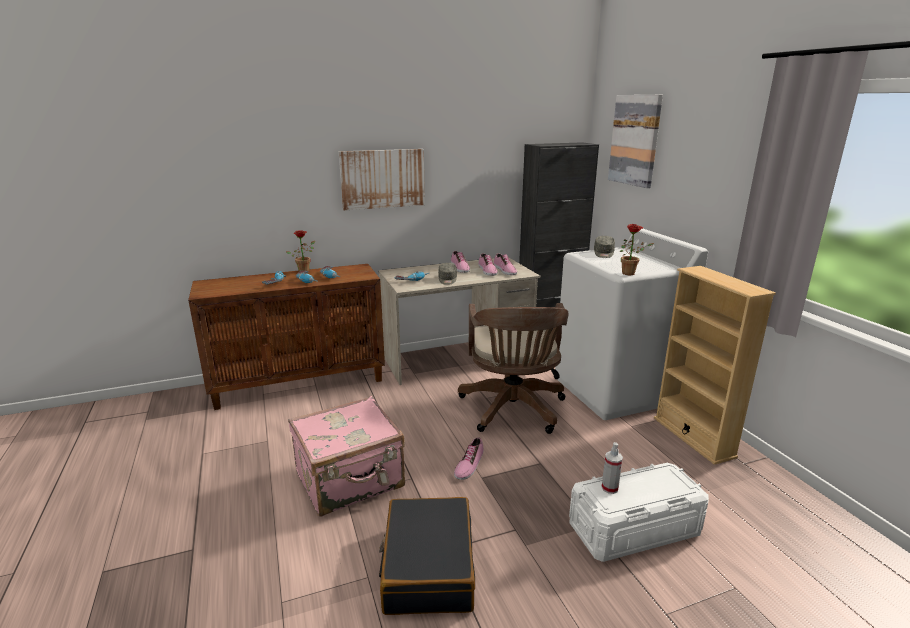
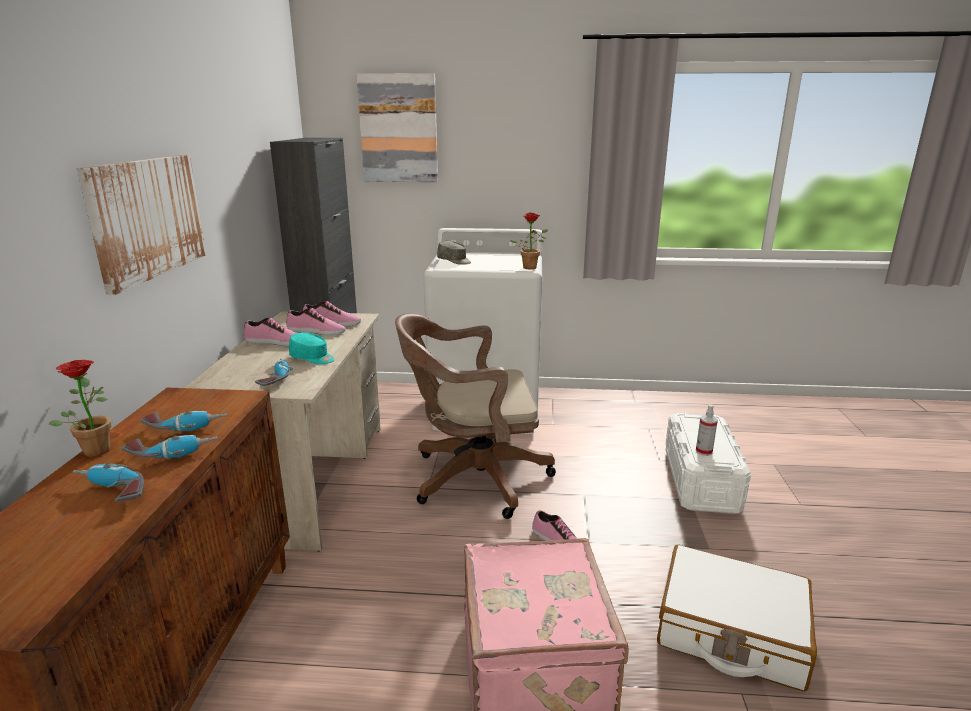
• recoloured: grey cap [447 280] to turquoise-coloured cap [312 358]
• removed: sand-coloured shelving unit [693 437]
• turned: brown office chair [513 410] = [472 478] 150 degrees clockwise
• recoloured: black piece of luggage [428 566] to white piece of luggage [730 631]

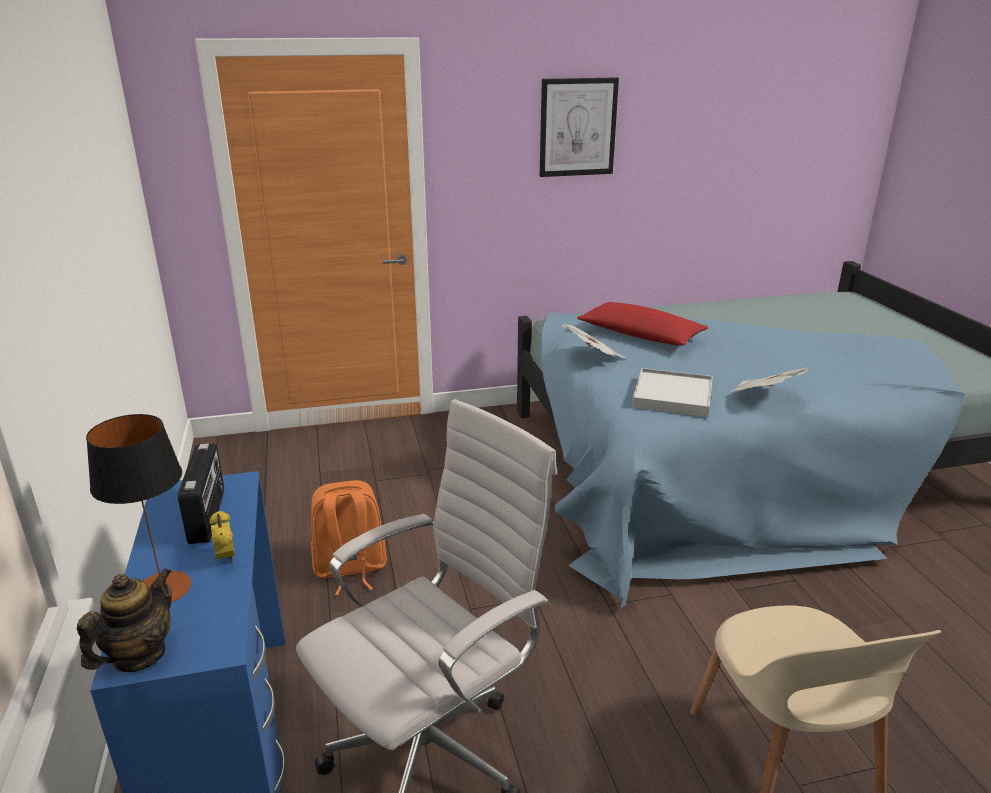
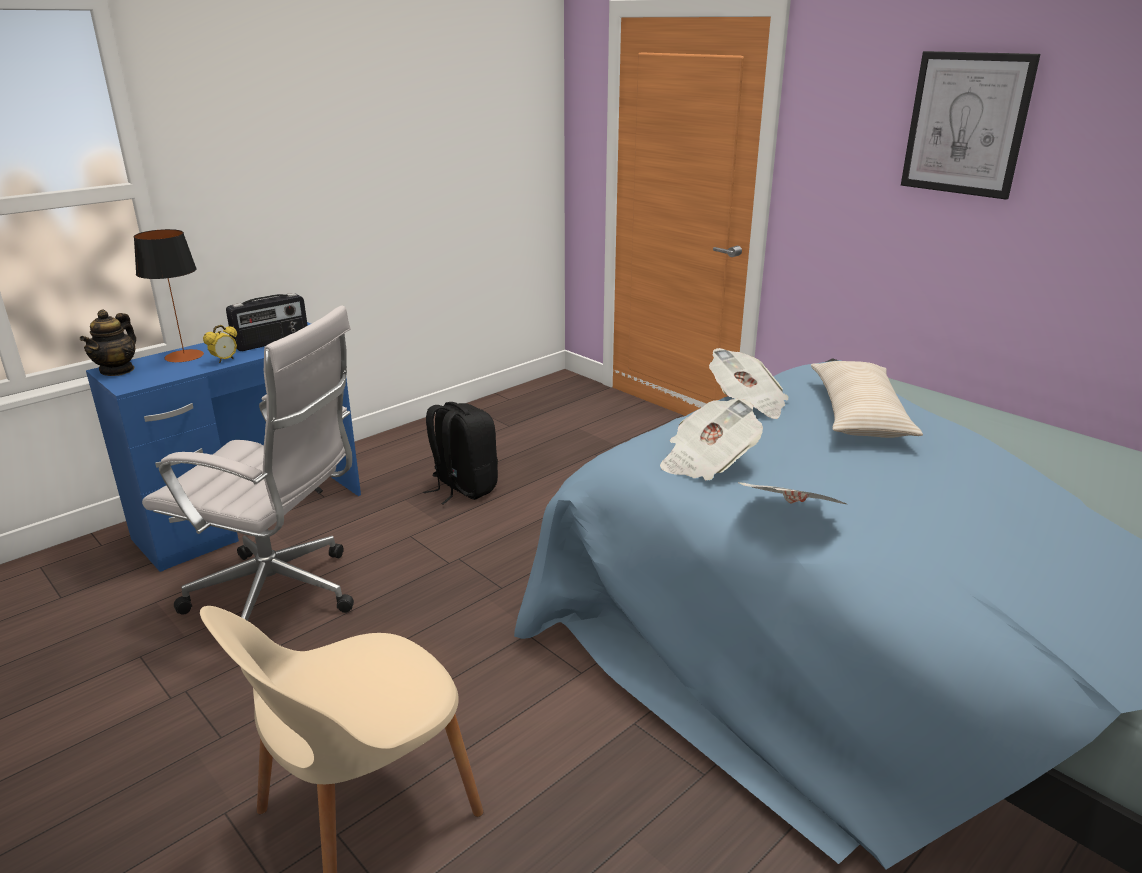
• recoloured: red throw pillow [640 335] to sand-coloured throw pillow [858 414]
• replaced: white tray [673 396] to daily paper [707 462]
• recoloured: orange knapsack [350 569] to black knapsack [463 488]
• turned: teapot [139 655] = [117 370] 105 degrees clockwise

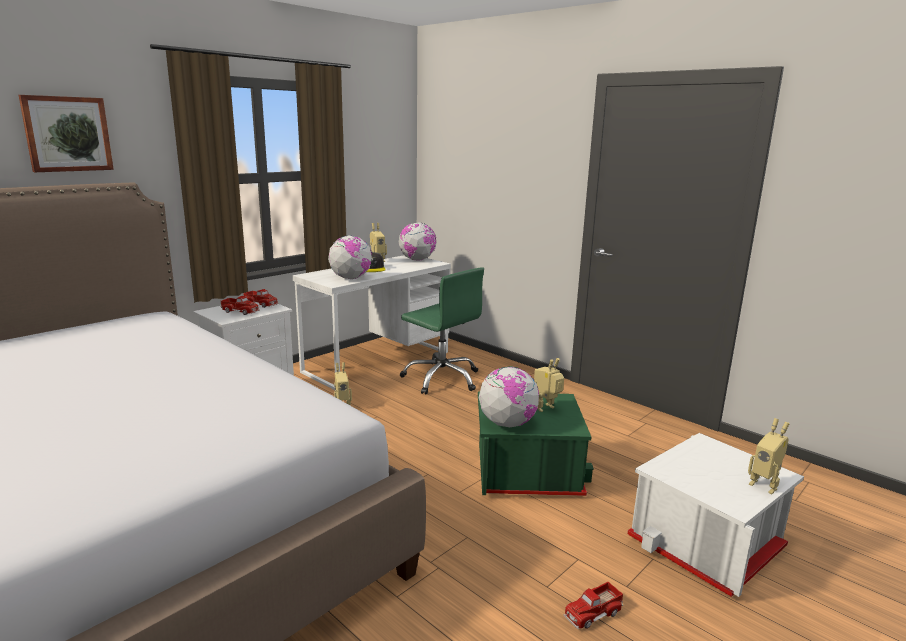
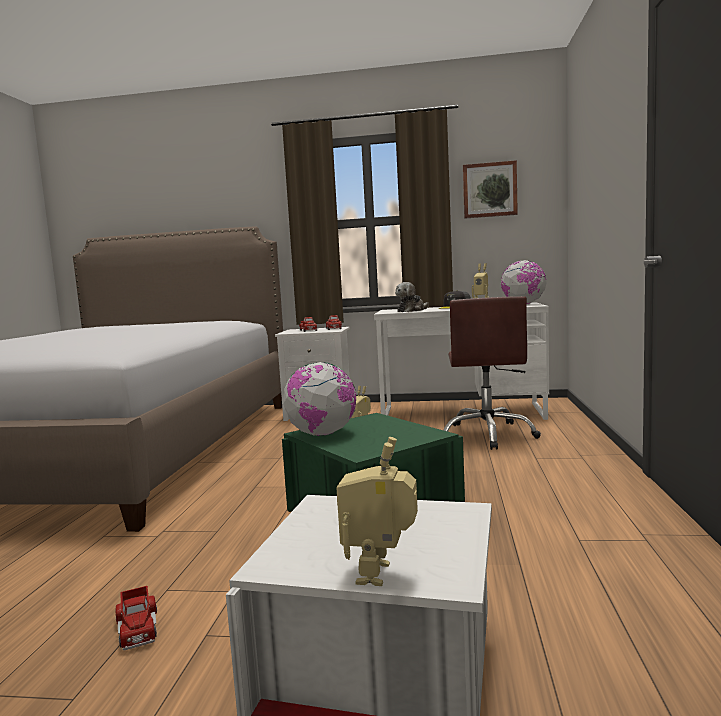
• moved: wall art [67 134] to [489 190]
• replaced: desk globe [351 278] to plush toy [412 311]
• recoloured: green-coloured office chair [442 378] to brown office chair [488 435]
• removed: model robot [546 409]
• turned: model truck [592 612] = [137 627] 135 degrees counterclockwise

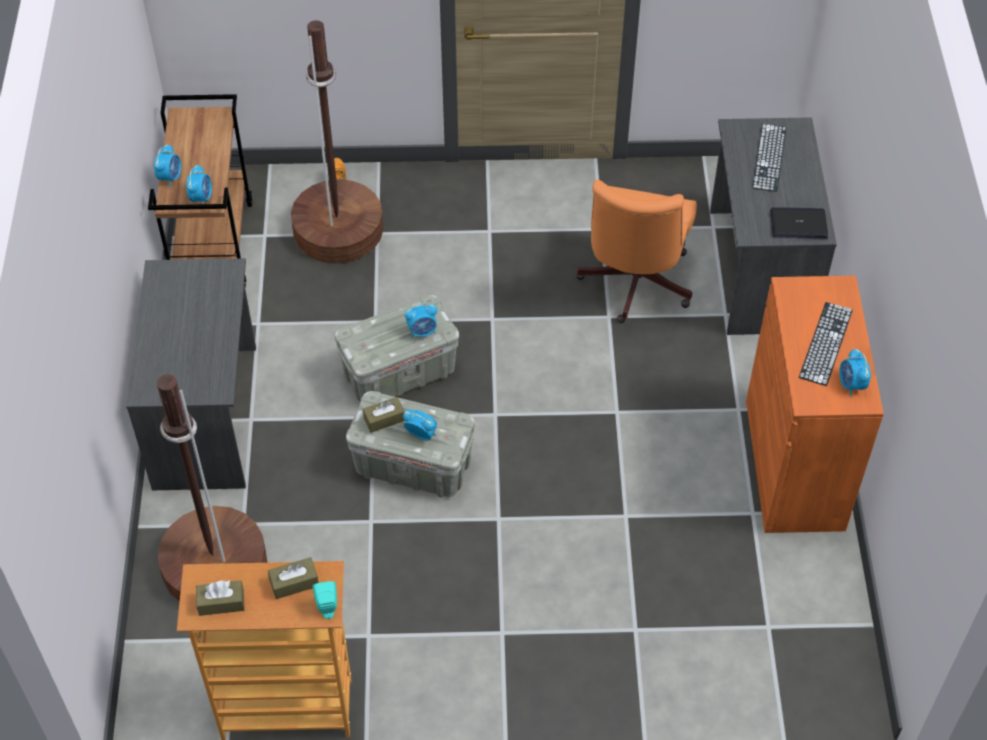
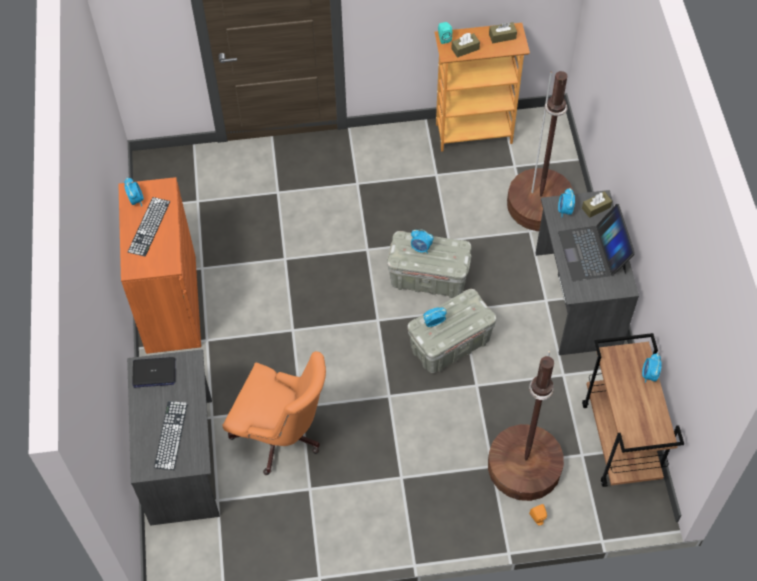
• moved: alarm clock [201 198] to [565 210]
• turned: orange office chair [633 285] = [282 436] 105 degrees clockwise
• moved: brown box of tissues [384 419] to [596 207]
• added: laptop [593 252]

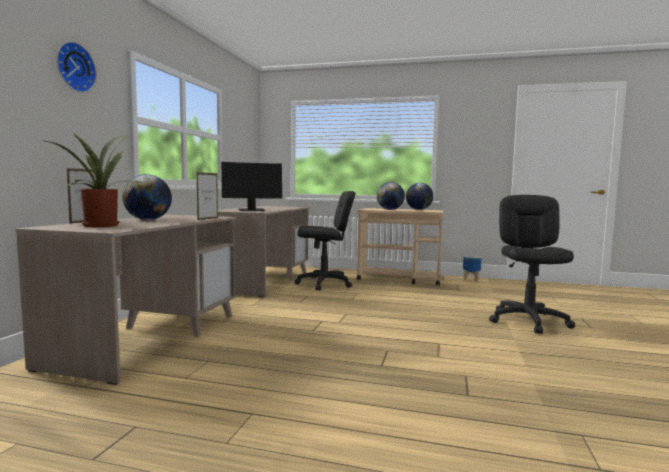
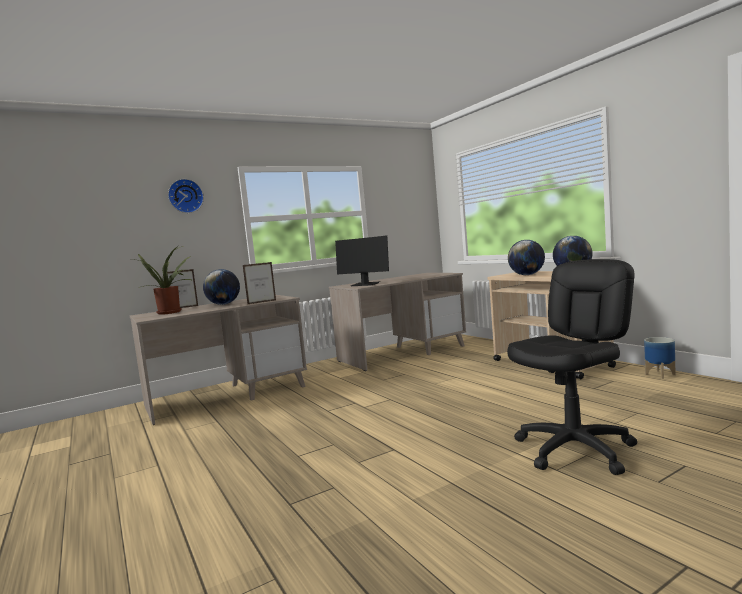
• removed: black office chair [324 283]

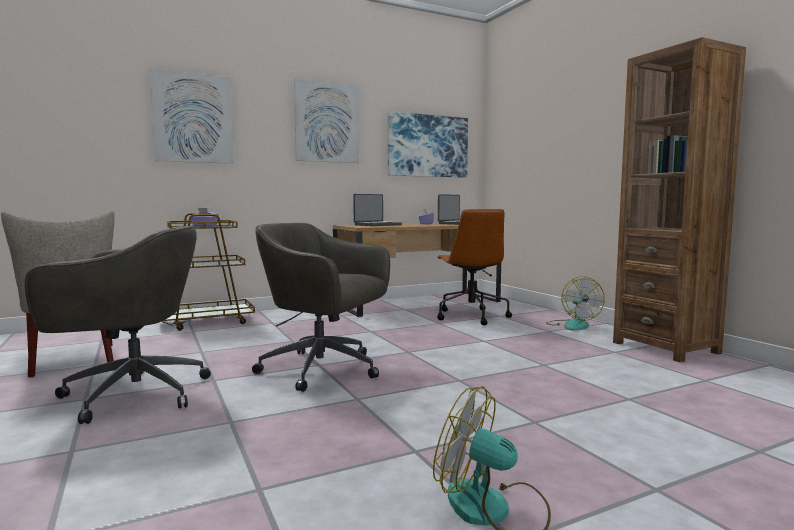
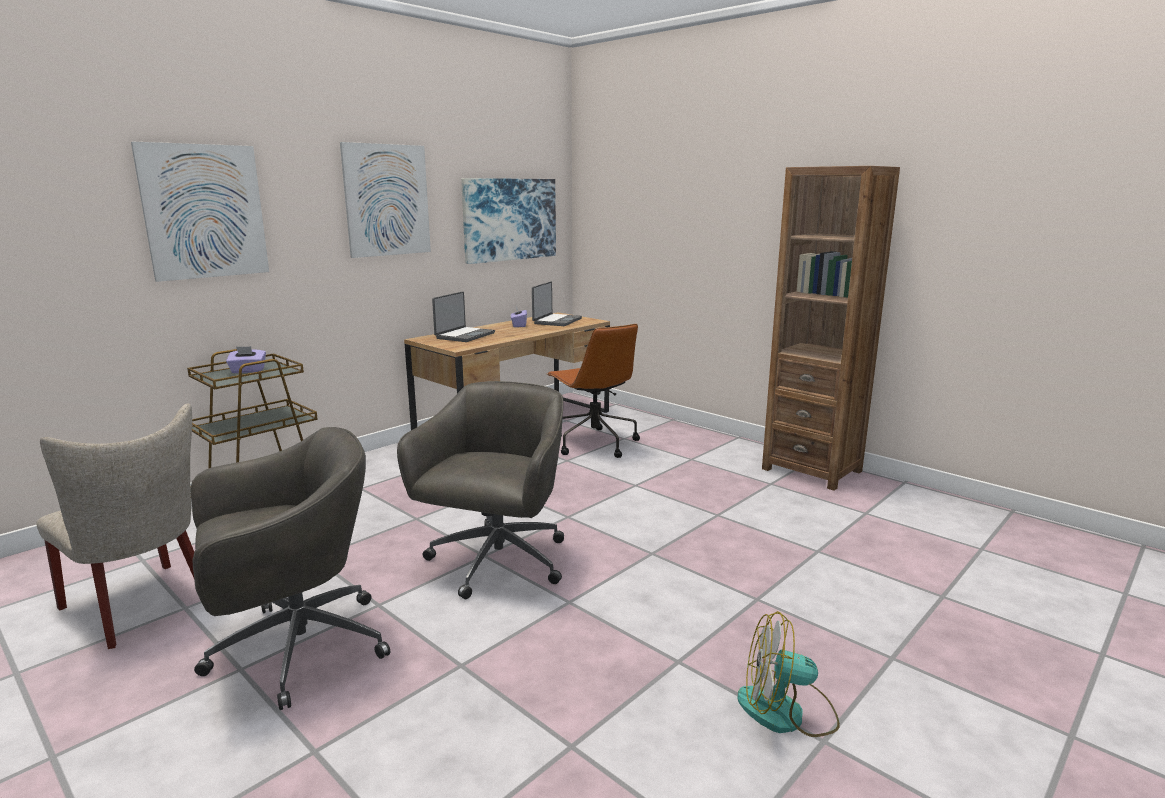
• turned: grey office chair [324 369] = [496 563] 105 degrees clockwise
• removed: cooling fan [573 325]

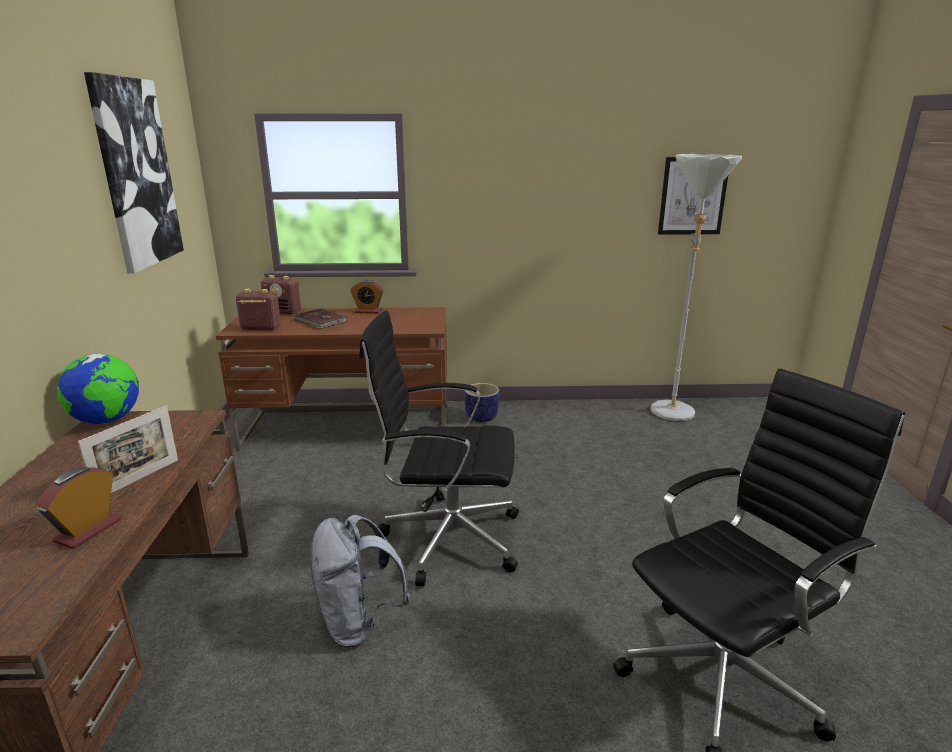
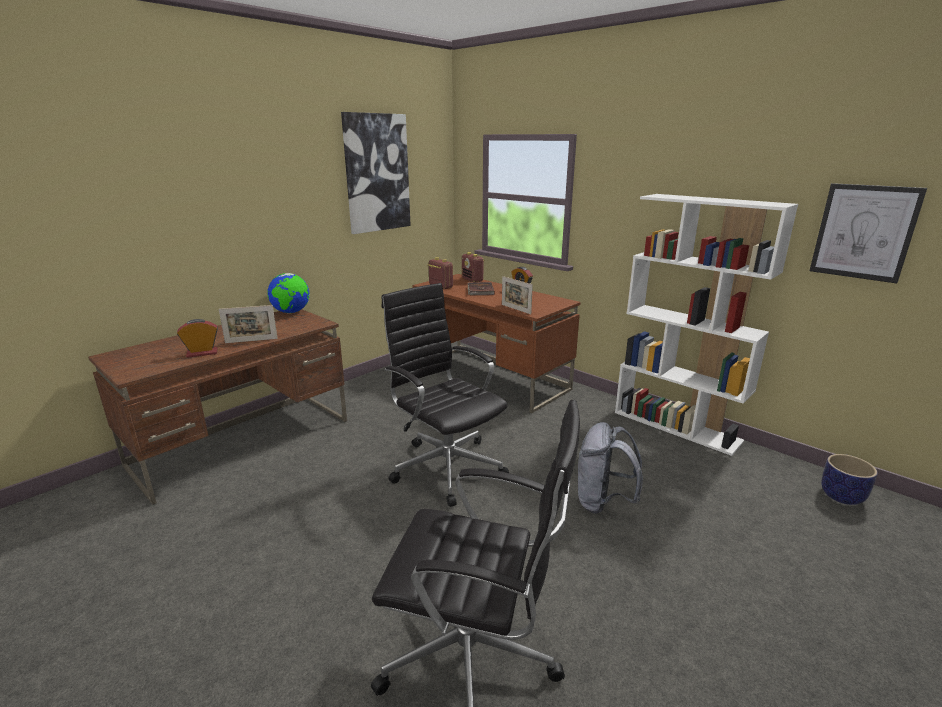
• removed: grey standing lamp [672 416]
• moved: flower pot [481 417] to [841 496]
• moved: grey knapsack [358 623] to [603 502]
• added: white shelving unit [677 426]
• added: photo frame [516 309]

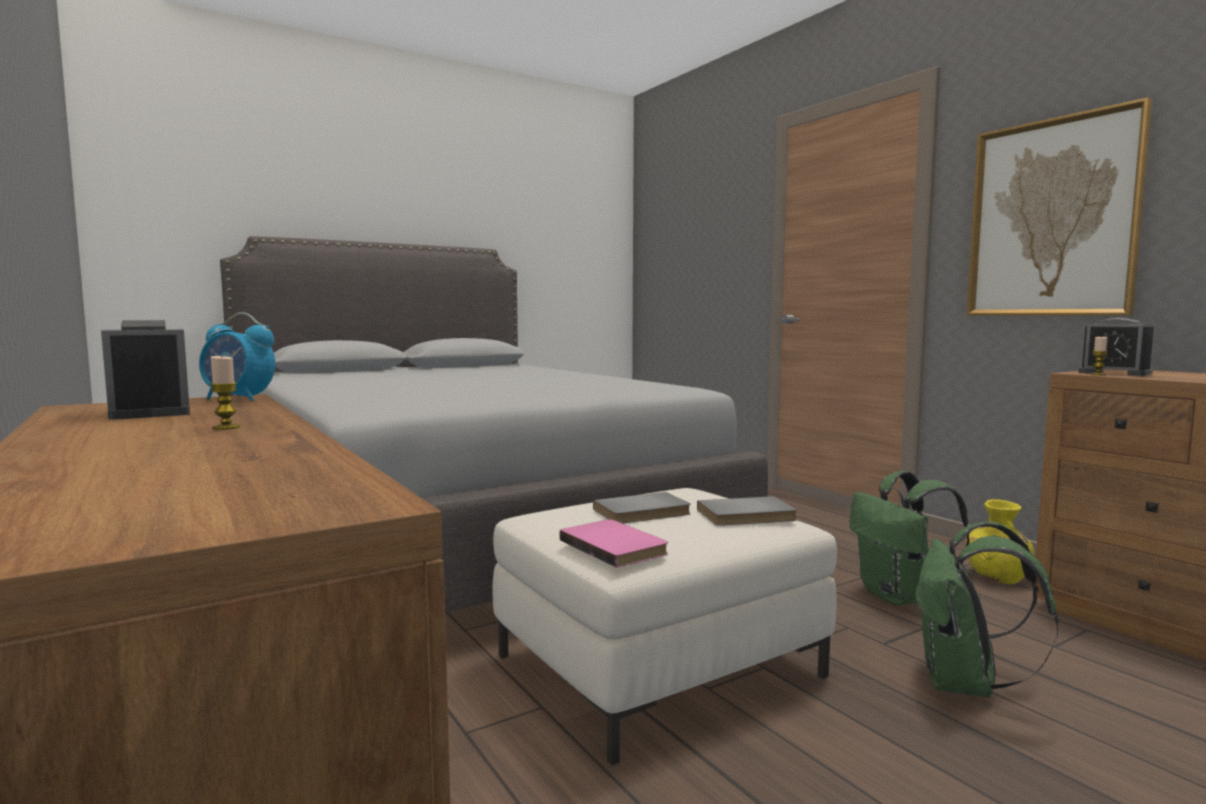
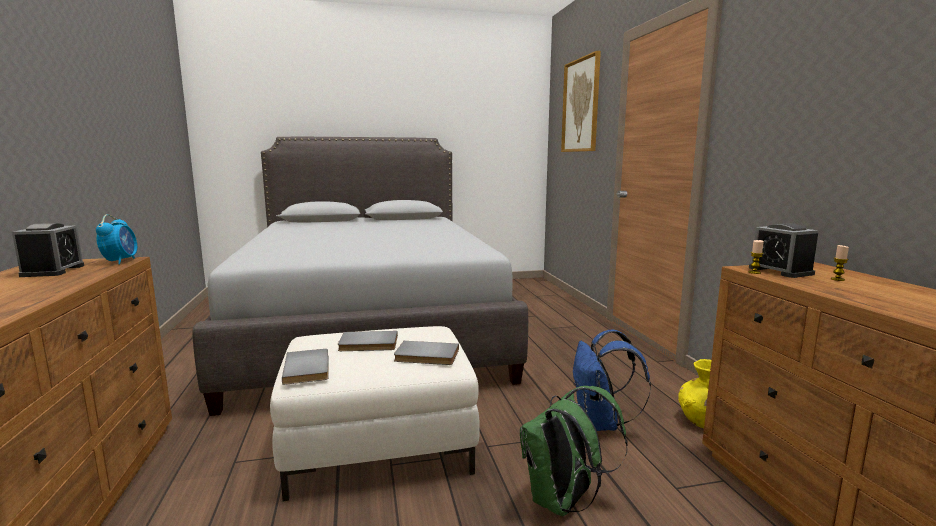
• moved: wall art [1052 218] to [581 105]
• turned: alarm clock [239 399] = [121 261] 135 degrees counterclockwise
• moved: wax light [226 427] to [837 279]
• recoloured: green-coloured knapsack [900 597] to blue-coloured knapsack [600 424]
• recoloured: pinkish volume [616 546] to grey volume [309 368]

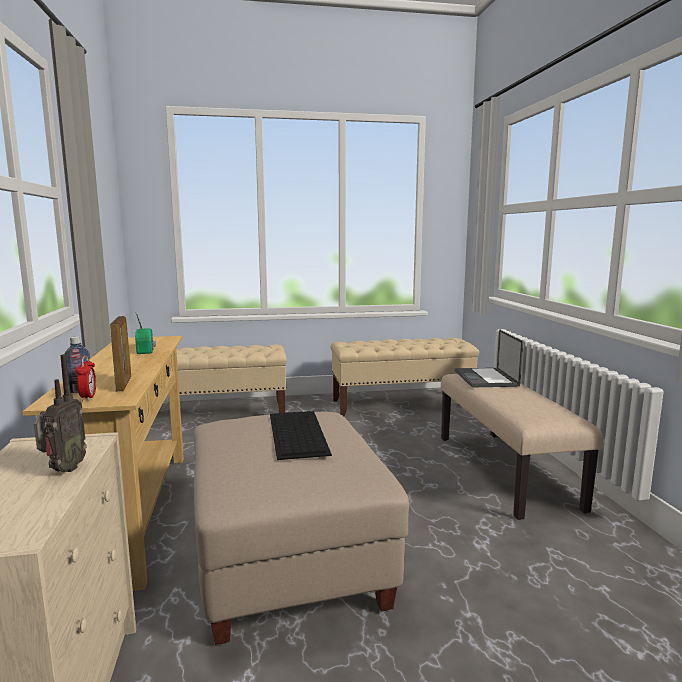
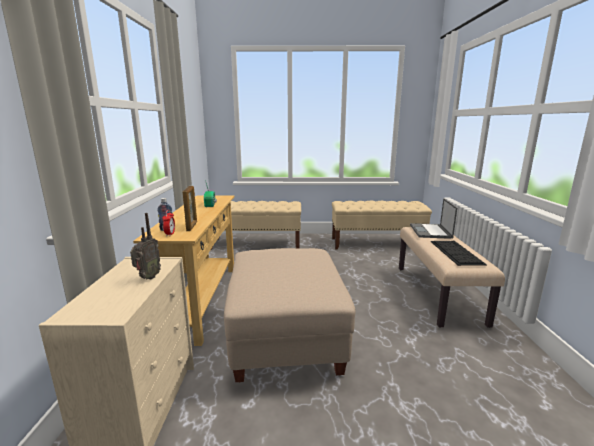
• moved: keyboard [296 433] to [455 252]

